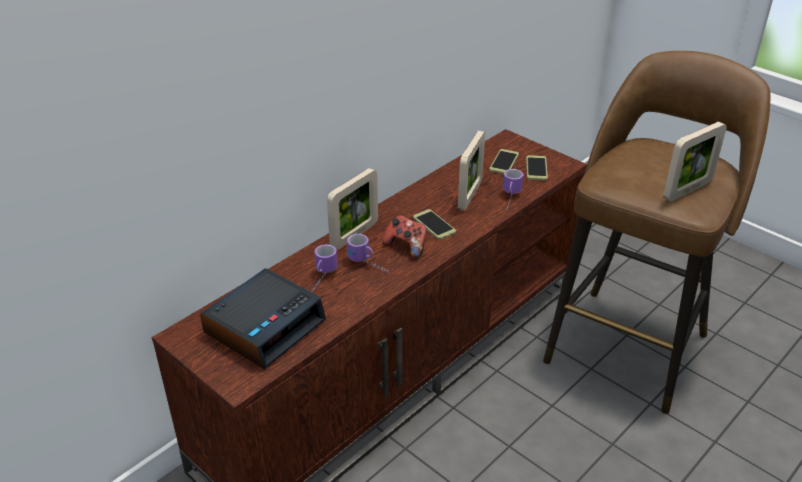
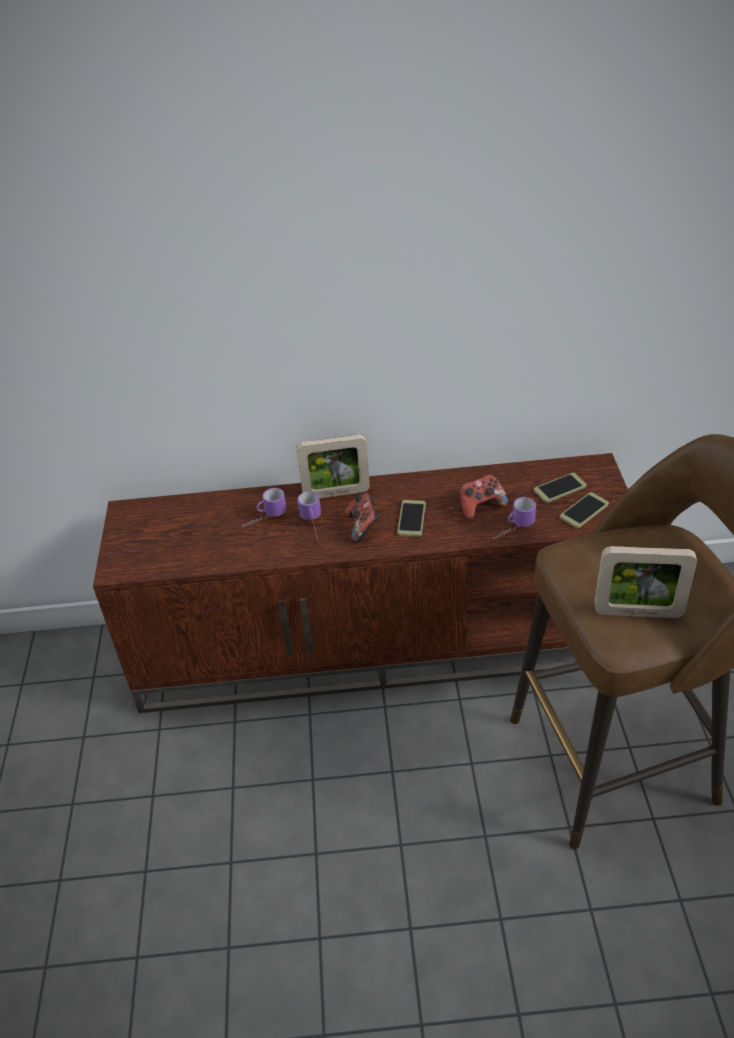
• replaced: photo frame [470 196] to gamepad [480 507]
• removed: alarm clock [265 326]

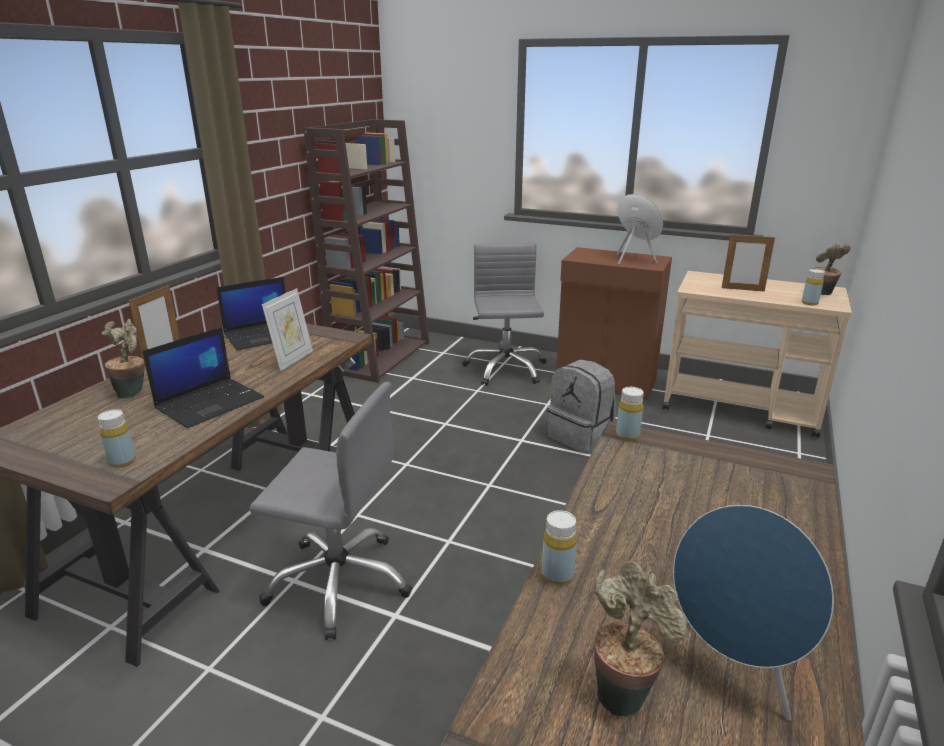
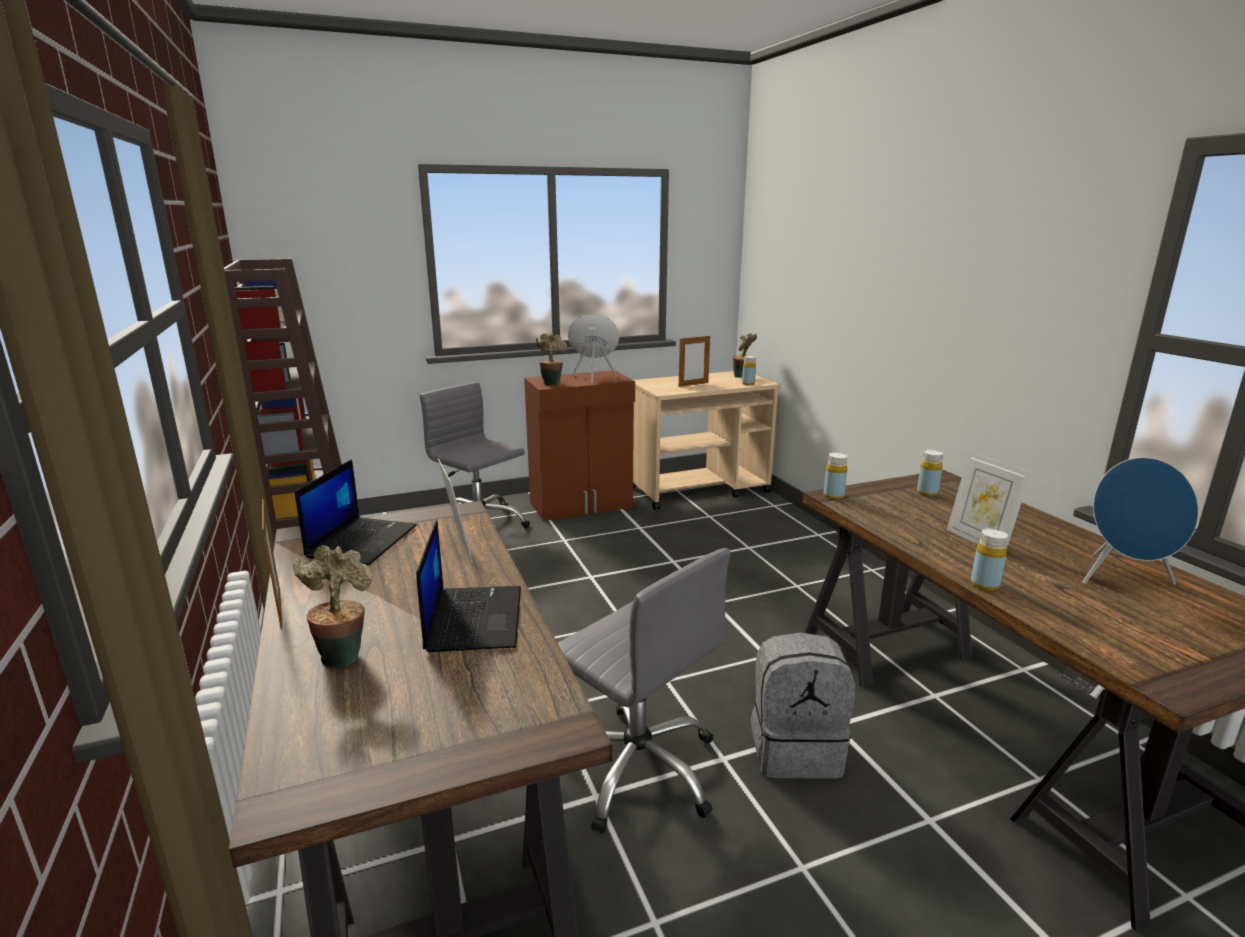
• moved: grey knapsack [581 436] to [795 749]
• turned: grey office chair [339 582] = [638 768] 75 degrees clockwise
• moved: yellow-coloured beverage bottle [122 461] to [927 493]
• moved: potted plant [623 692] to [551 383]
• added: photo frame [979 541]

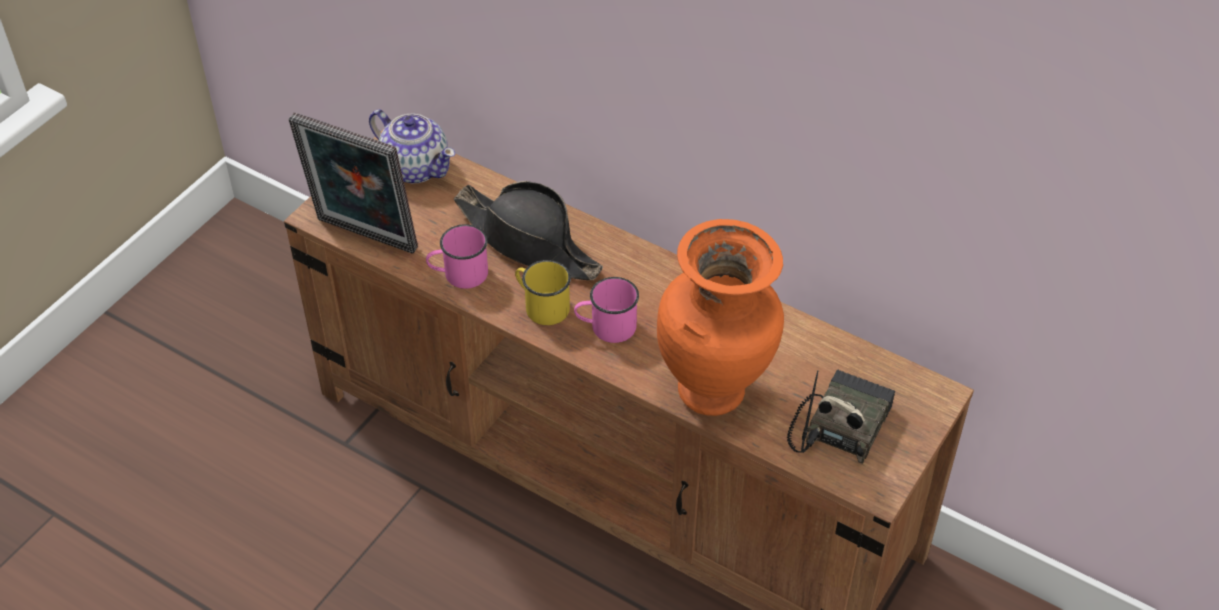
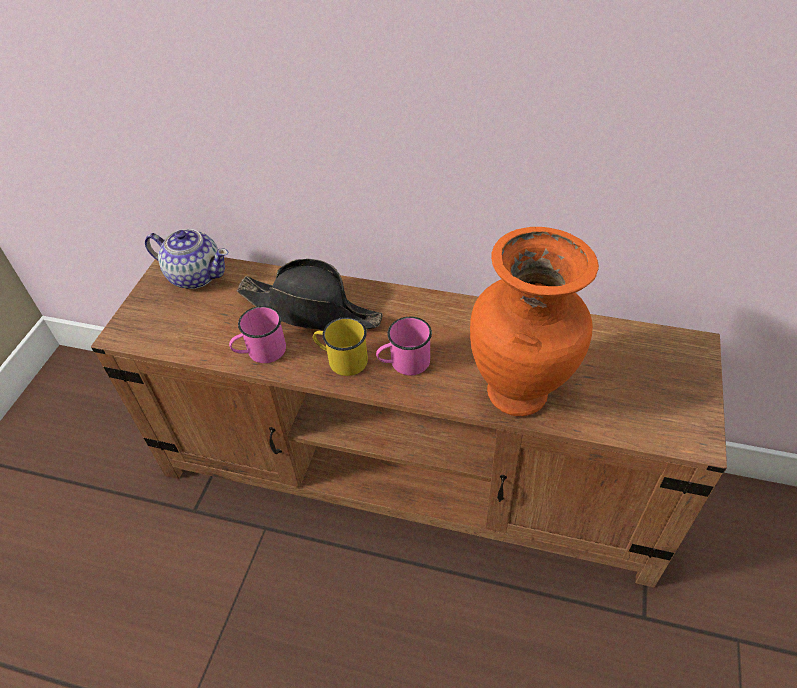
• removed: photo frame [363 238]
• removed: radio receiver [839 425]

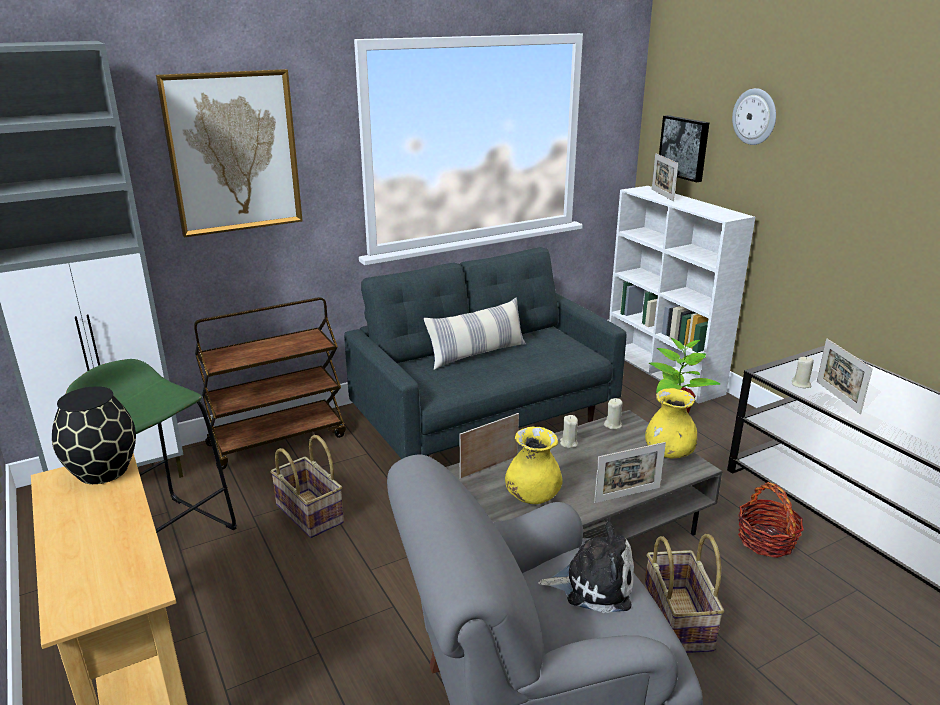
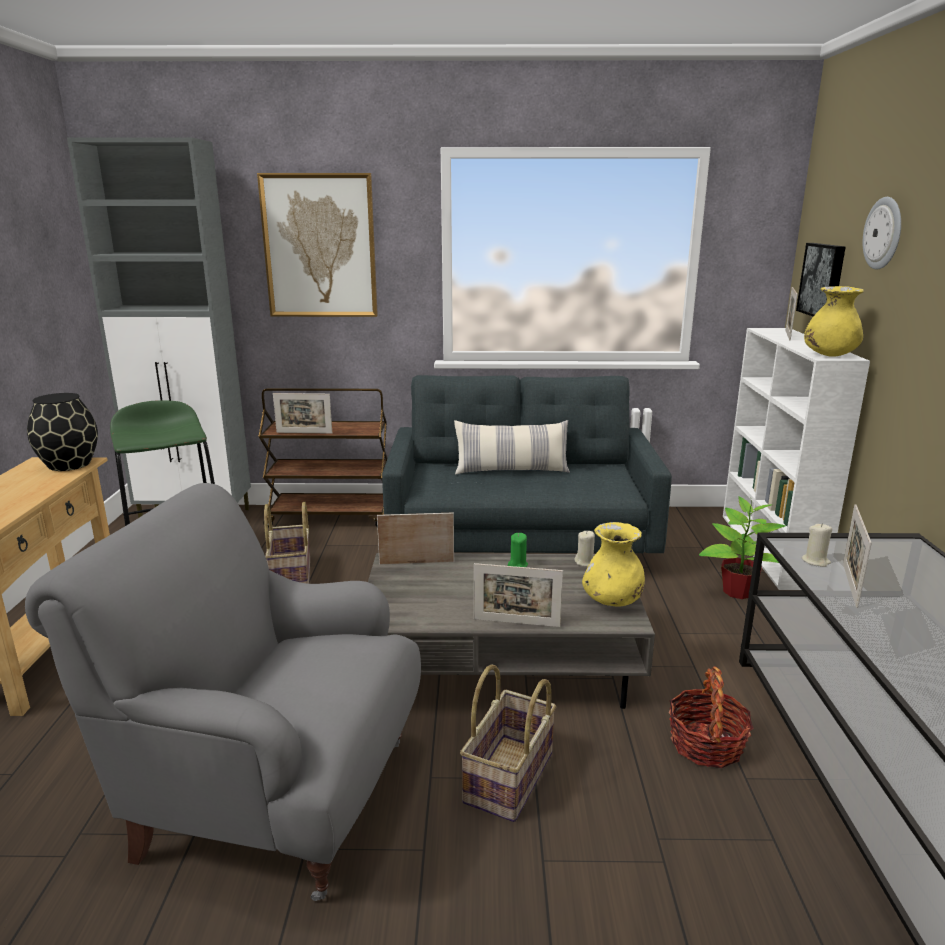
• recoloured: sand-coloured wax light [568 443] to green-coloured wax light [517 565]
• moved: yellow-coloured vase [532 497] to [829 355]
• removed: plush toy [593 584]
• added: photo frame [304 433]

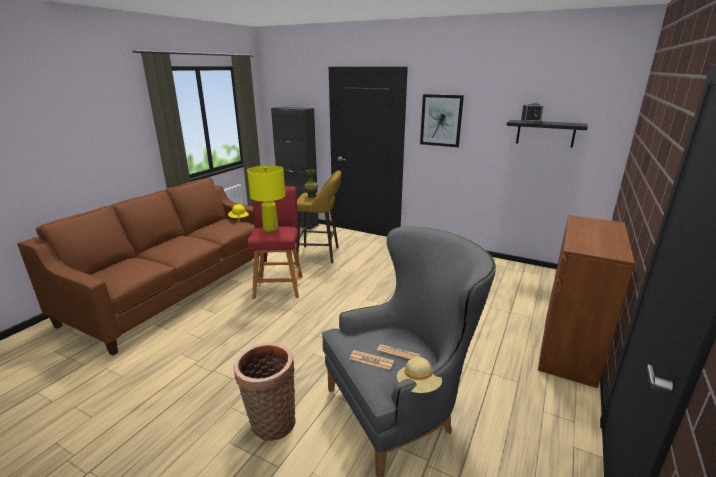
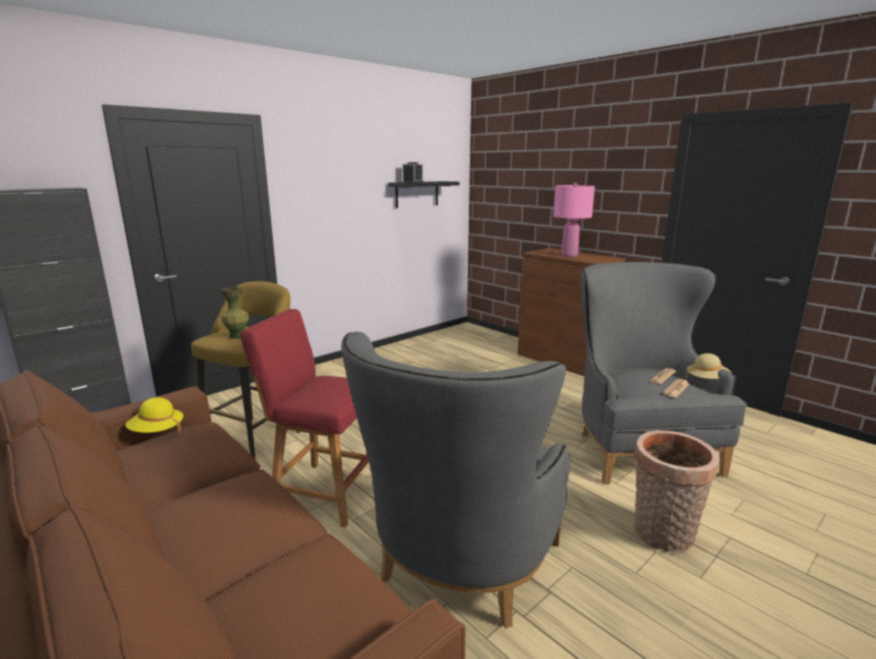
• removed: wall art [441 120]
• removed: yellow-coloured table lamp [270 229]
• added: pinkish table lamp [569 255]
• added: grey lounge chair [457 571]

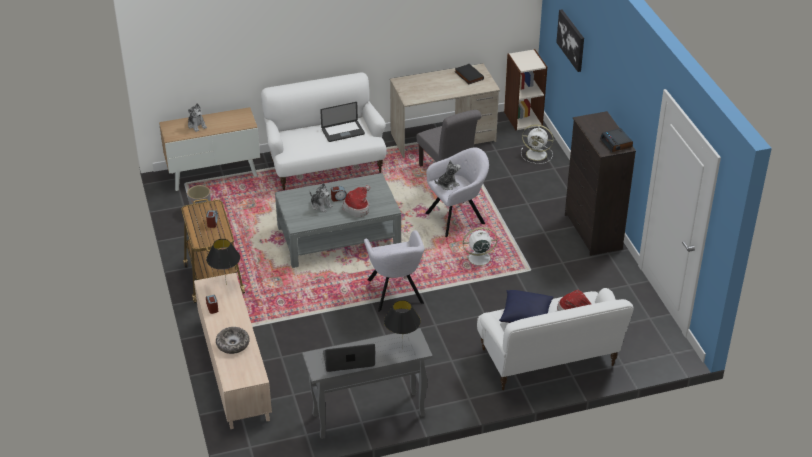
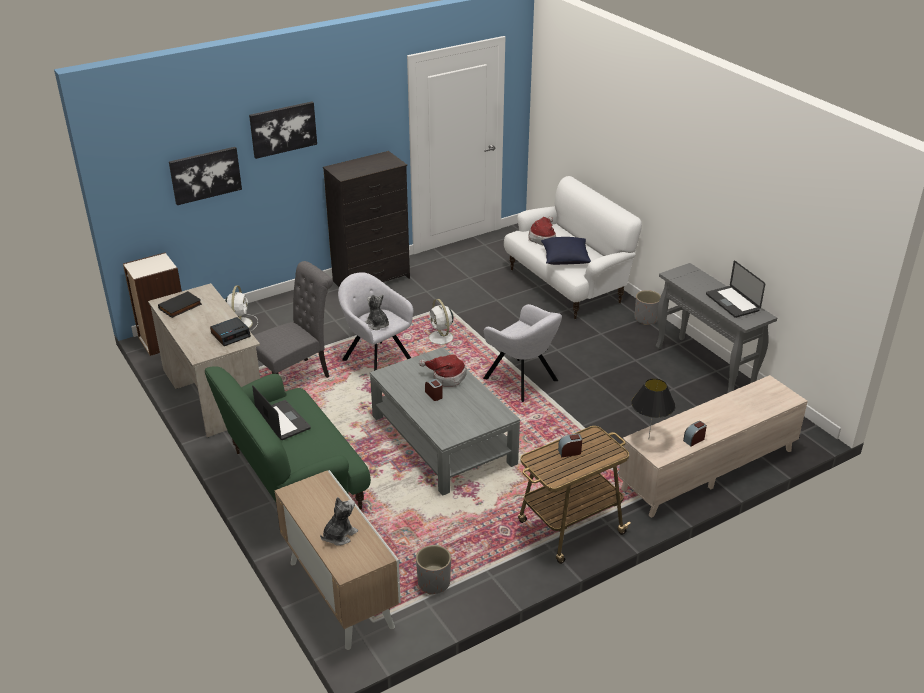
• recoloured: white settee [325 165] to green-coloured settee [293 482]
• moved: alarm clock [616 143] to [231 335]
• removed: plush toy [321 205]
• turned: grey lounge chair [396 293] = [522 381] 75 degrees clockwise
• removed: black table lamp [402 349]
• removed: deep dish [233 344]
• added: wall art [283 129]
• added: grey flower pot [646 319]

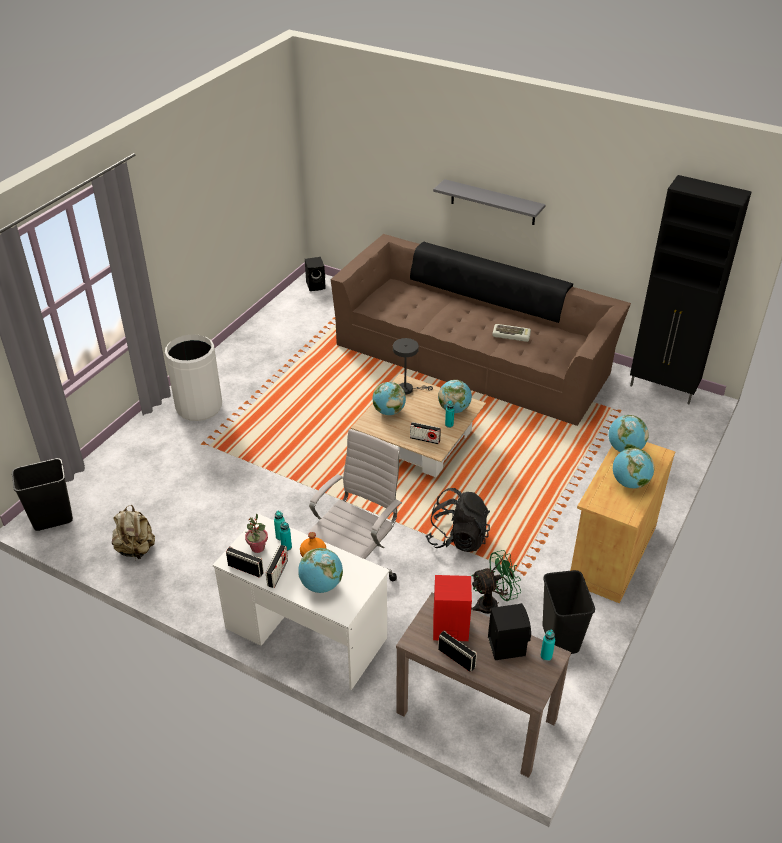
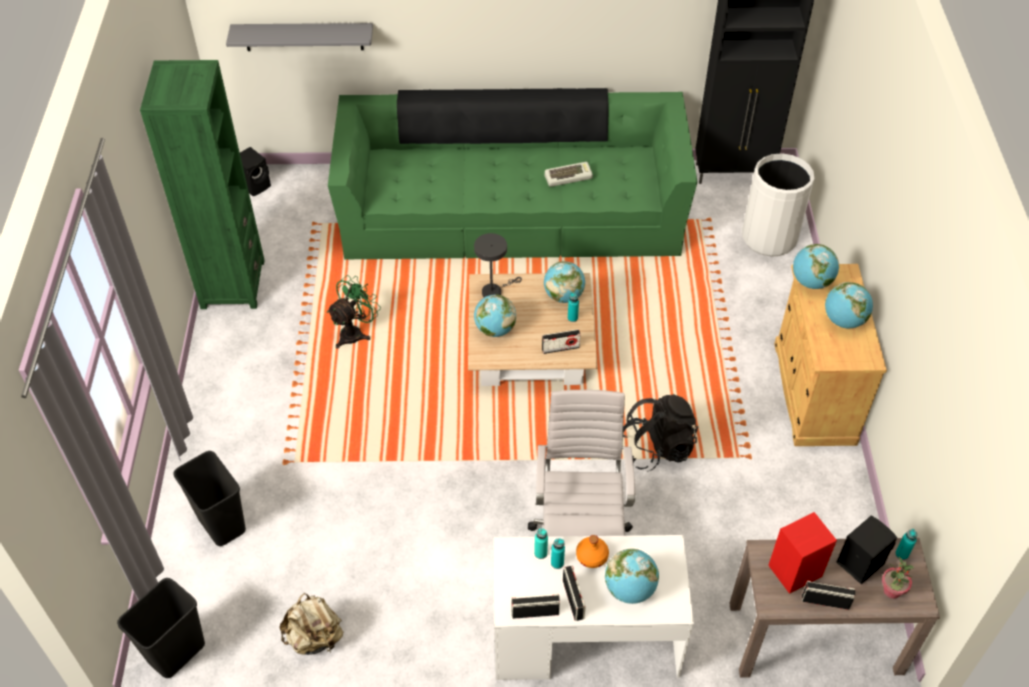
• moved: grey shelf [493 202] to [303 36]
• recoloured: brown settee [474 355] to green-coloured settee [512 209]
• moved: white trash can [199 407] to [769 237]
• moved: potted plant [257 548] to [891 591]
• moved: green-coloured cooling fan [492 604] to [355 332]
• moved: black trash can [561 638] to [223 524]
• added: green-coloured shelving unit [232 284]

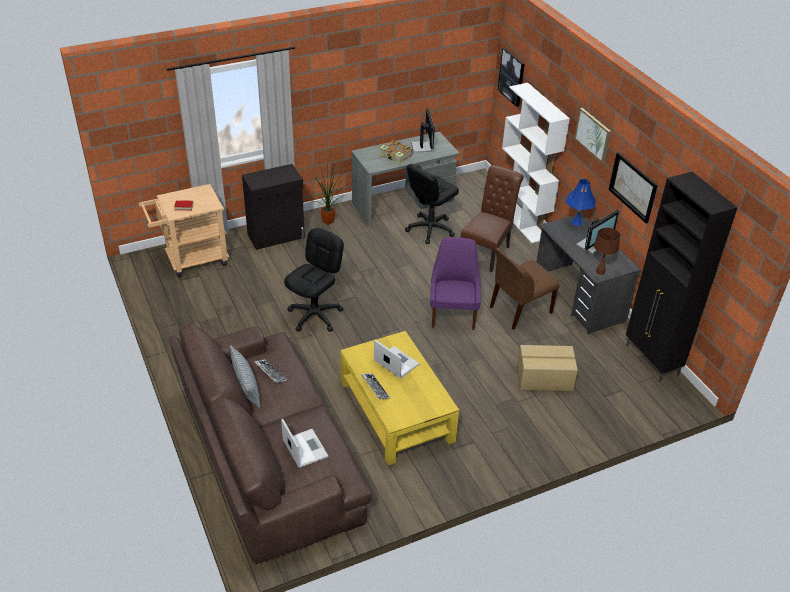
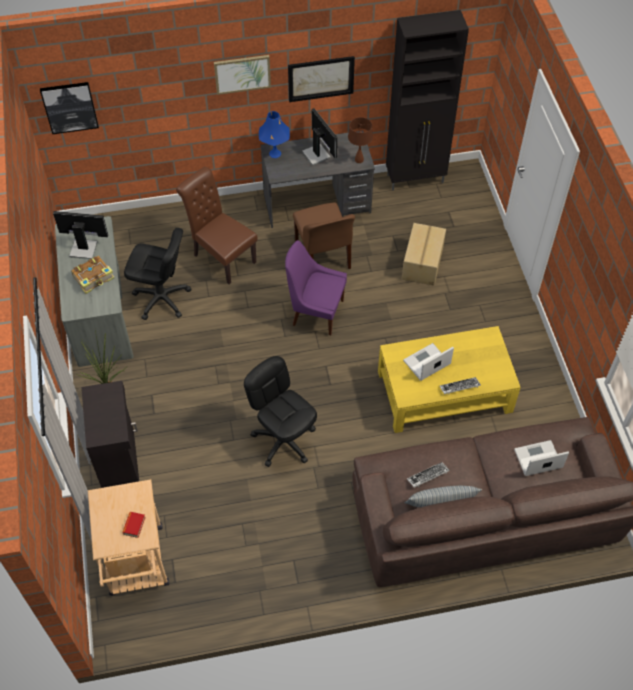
• removed: white shelving unit [522 221]
• turned: black office chair [430 229] = [162 299] 45 degrees counterclockwise

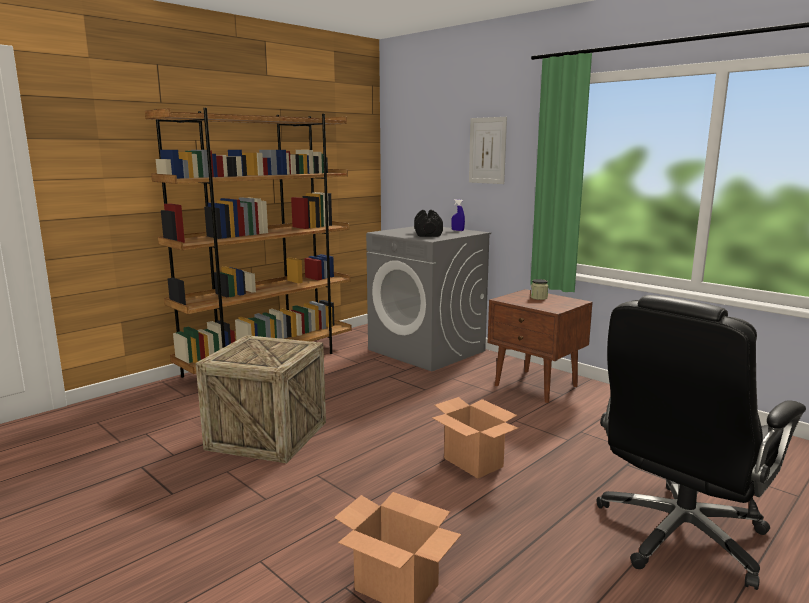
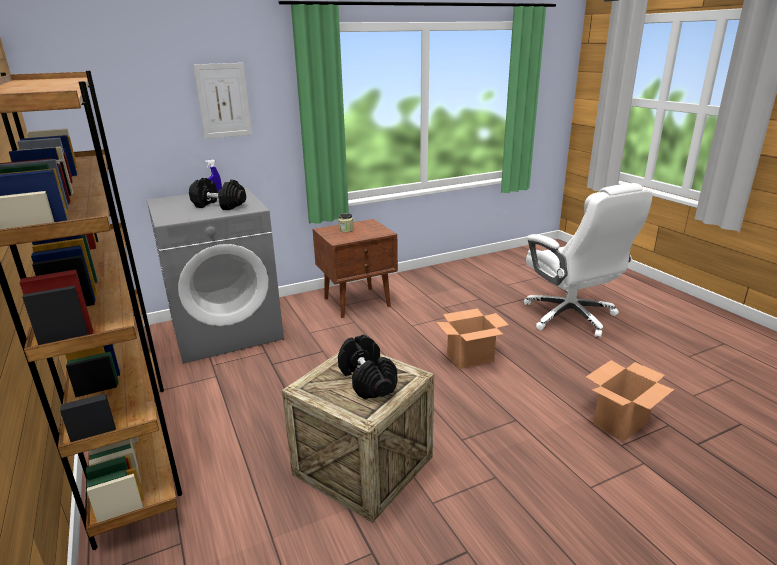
• recoloured: black office chair [679 536] to white office chair [571 317]
• added: black free weight [366 380]

